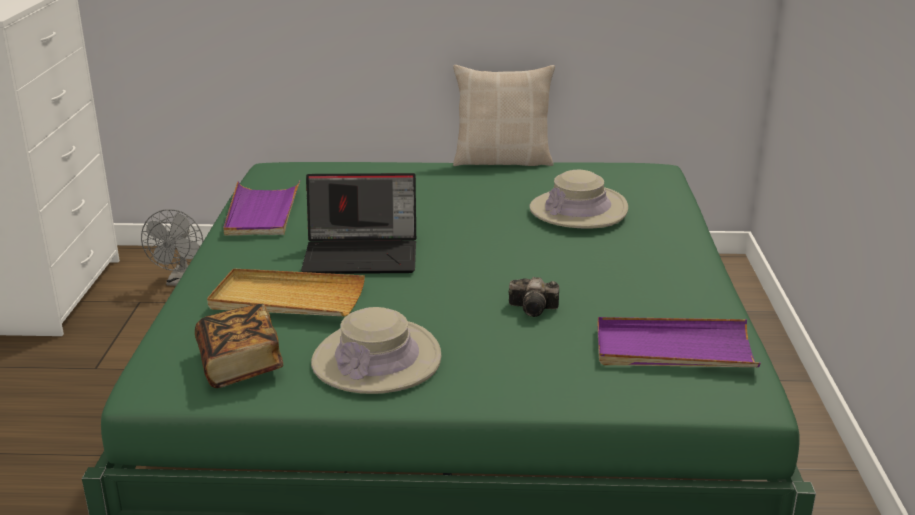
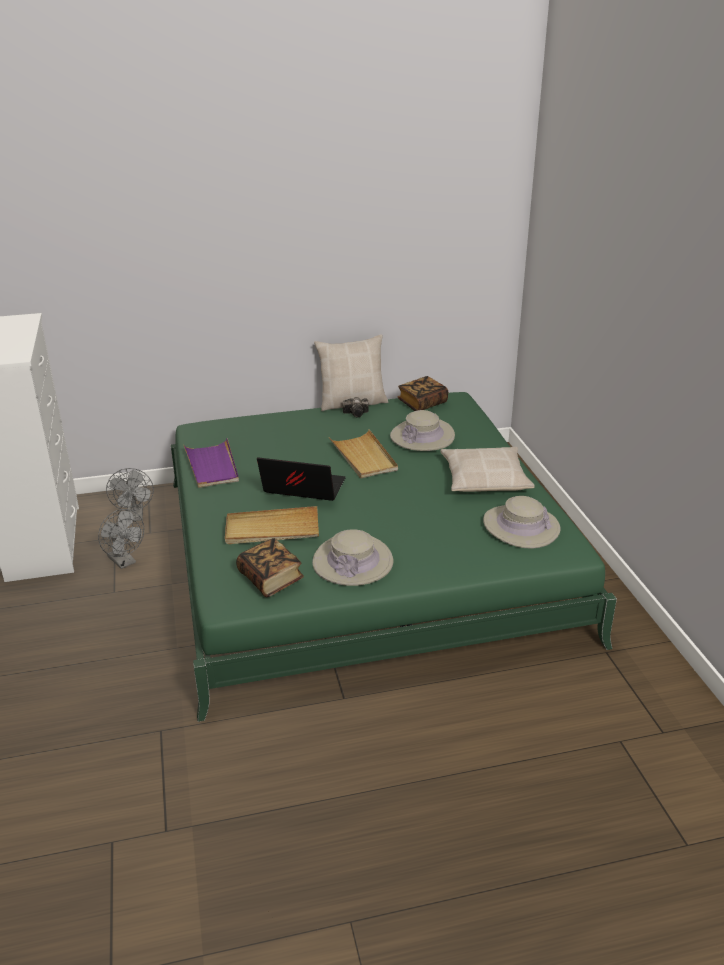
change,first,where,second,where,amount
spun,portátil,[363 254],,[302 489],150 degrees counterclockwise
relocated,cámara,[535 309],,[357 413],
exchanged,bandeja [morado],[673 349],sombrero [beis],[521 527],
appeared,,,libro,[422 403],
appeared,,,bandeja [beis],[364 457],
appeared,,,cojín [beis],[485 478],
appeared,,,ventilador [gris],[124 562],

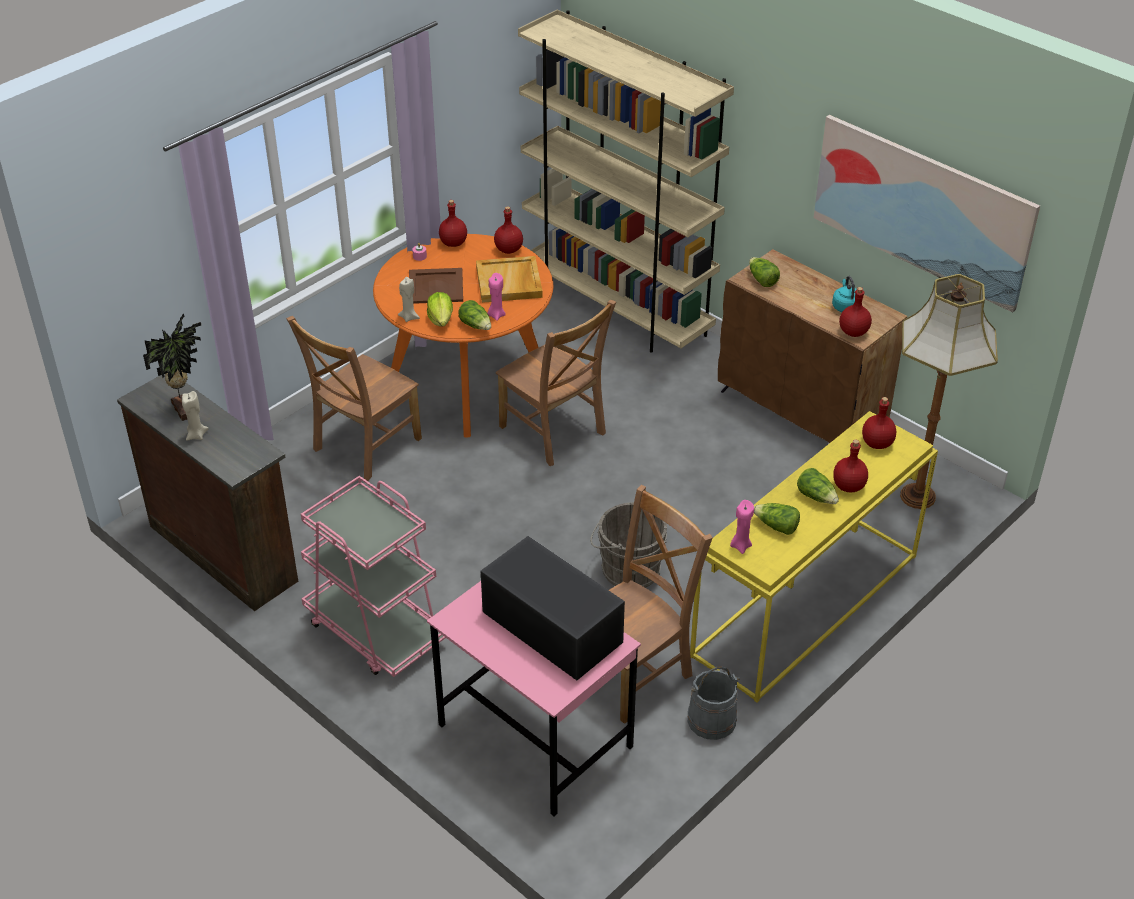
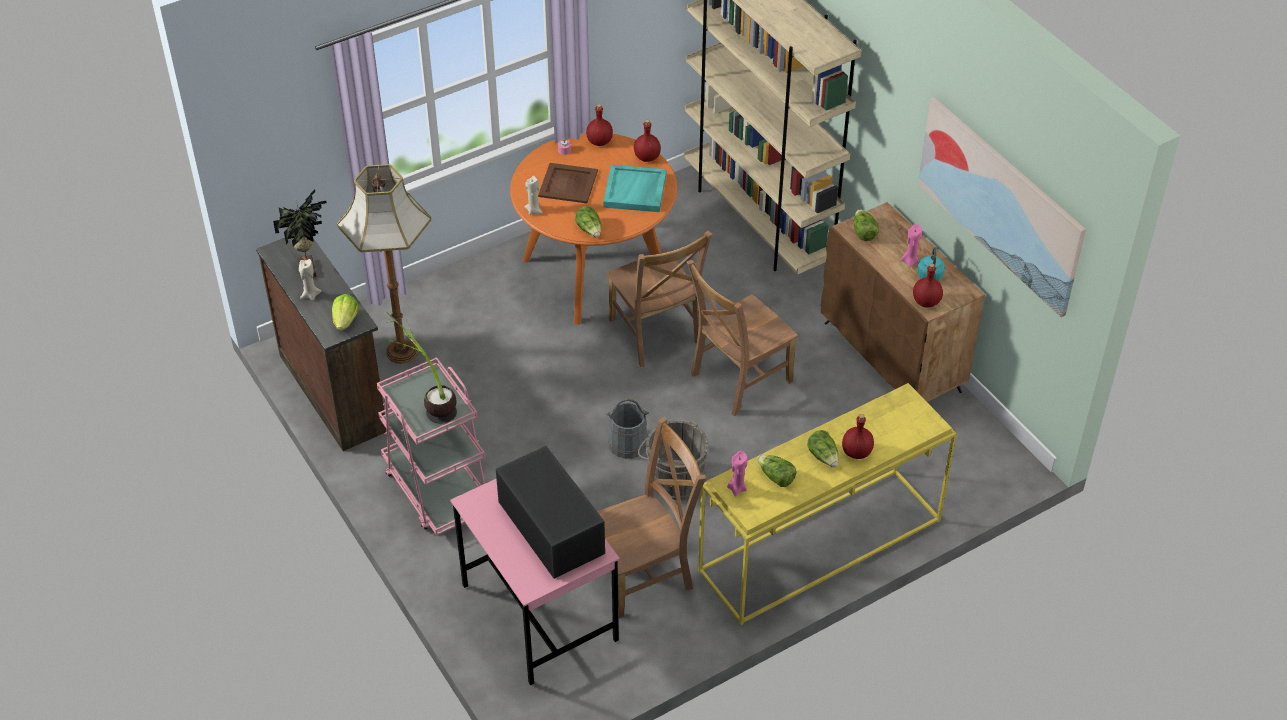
change,first,where,second,where,amount
colour,bandeja [beis],[509 282],bandeja [turquesa],[635 191],
relocated,vela [rosa],[496 315],,[910 261],
relocated,lámpara de pie,[918 495],,[403 351],
relocated,lechuga,[441 320],,[346 321],
relocated,silla [marrón],[364 446],,[738 379],
missing,botella [rojo],[877 443],,,
relocated,cubo [gris],[711 720],,[627 443],
appeared,,,planta en maceta,[427 403],

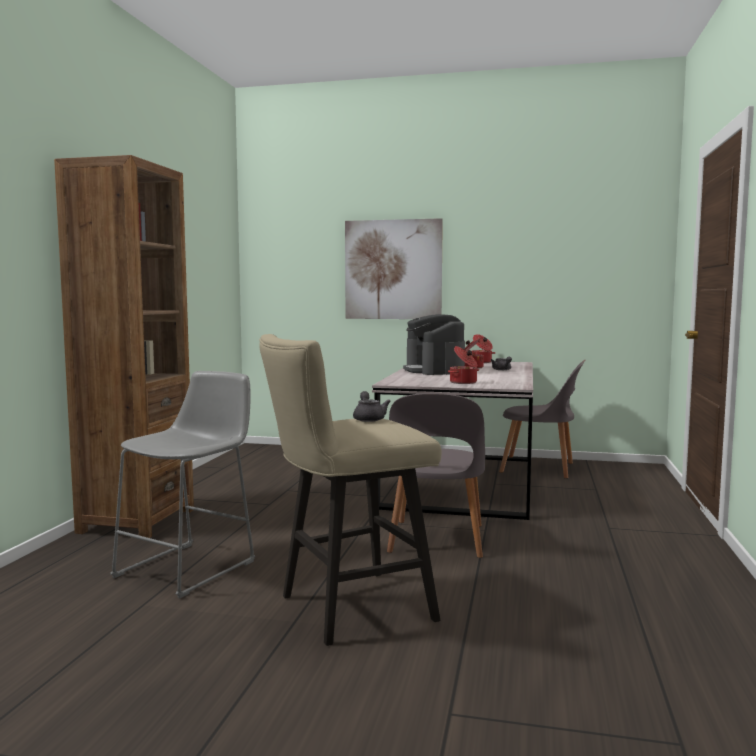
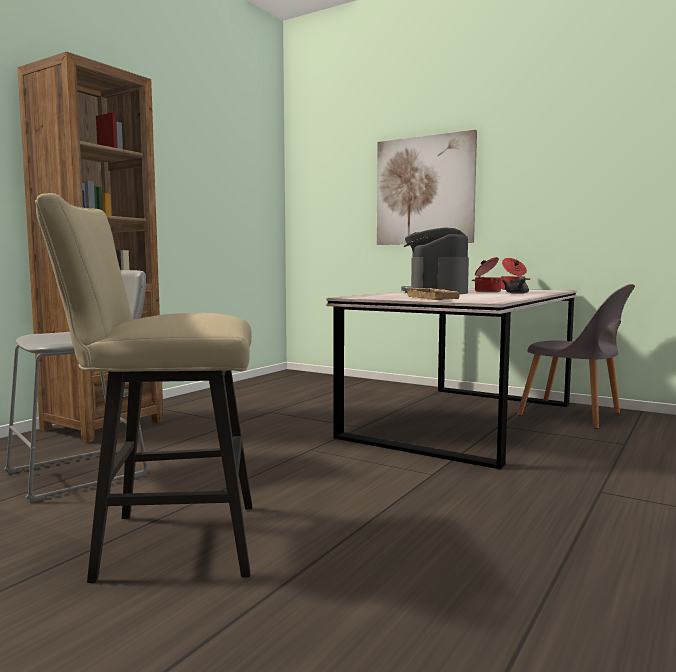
change,first,where,second,where,amount
exchanged,olla,[464 382],bandeja [beis],[435 298],
missing,tetera [gris],[369 419],,,
missing,silla [gris],[436 540],,,

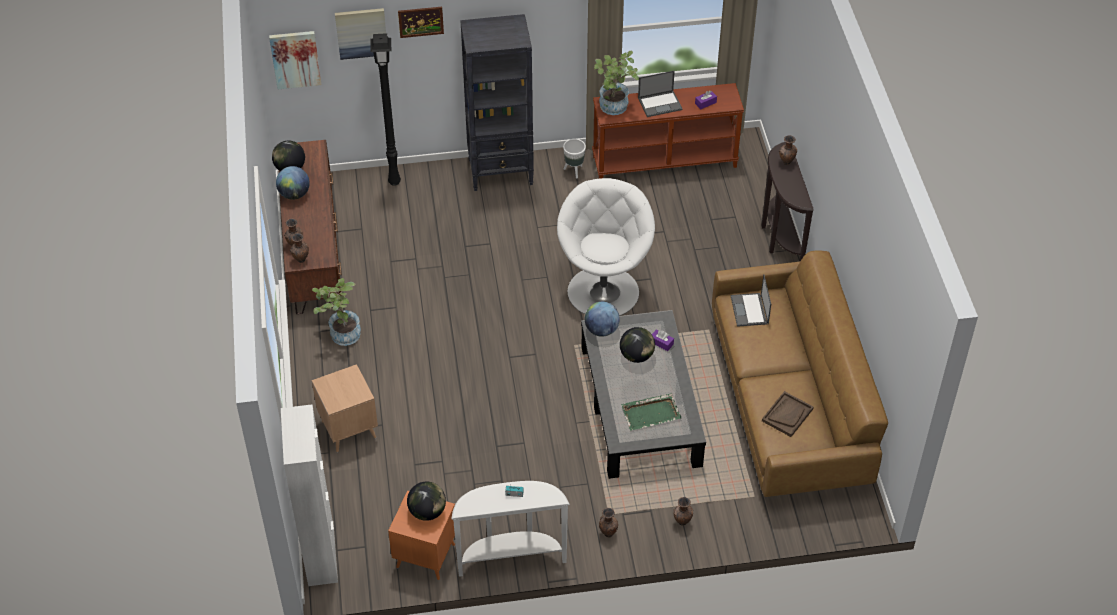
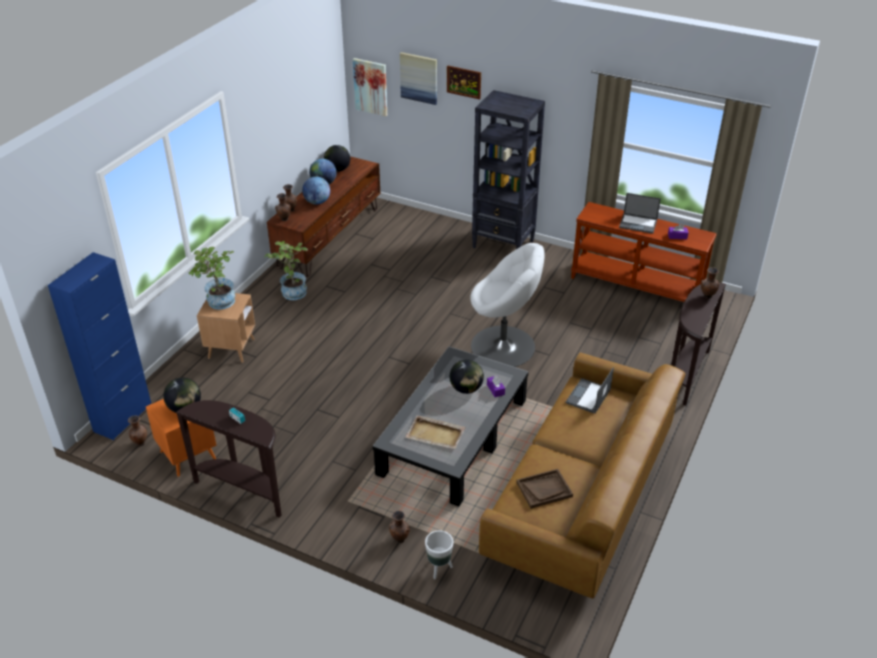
change,first,where,second,where,amount
missing,lámpara de pie [negro],[395 181],,,
relocated,planta en maceta,[614 109],,[218 303],
relocated,maceta [blanco],[574 171],,[439 569],
spun,sillón [blanco],[603 291],,[504 346],60 degrees clockwise
relocated,globo terráqueo,[601 330],,[317 202],
colour,bandeja [verde],[651 413],bandeja [beis],[436 434],
colour,armario [blanco],[321 556],armario [azul],[122 417],
colour,mesa consola [blanco],[510 557],mesa consola [marrón],[243 490],
relocated,florero [marrón],[607 533],,[140 443],

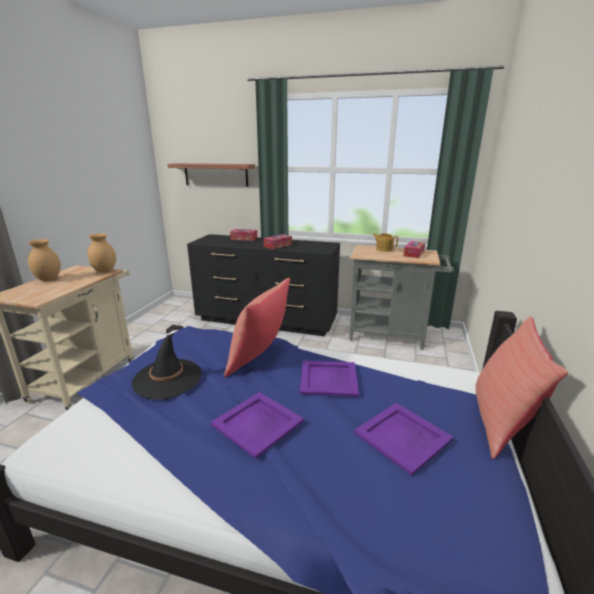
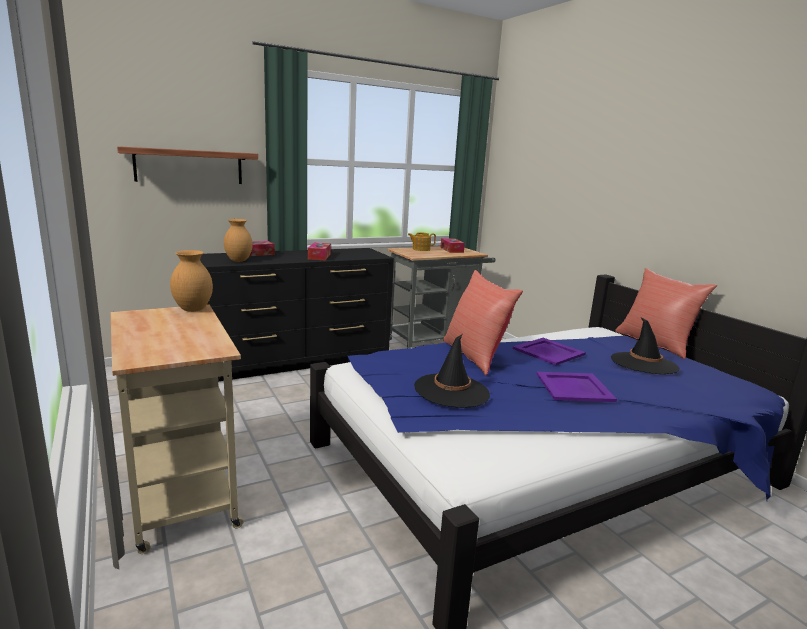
change,first,where,second,where,amount
relocated,florero [marrón],[49 279],,[239 261],
exchanged,bandeja [morado],[402 436],sombrero [negro],[643 363],

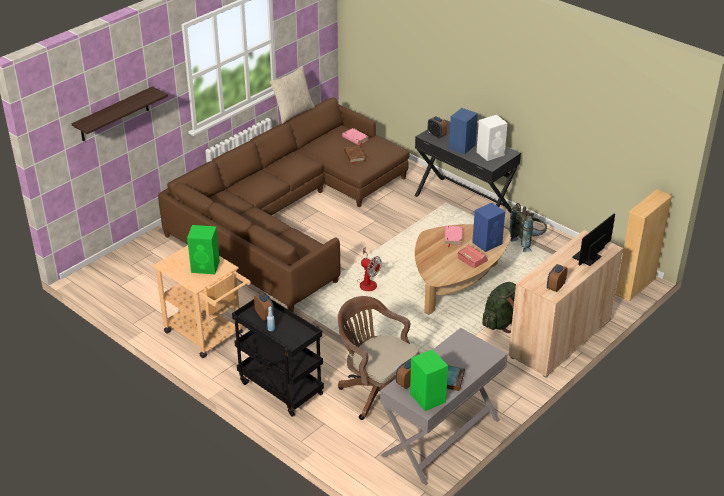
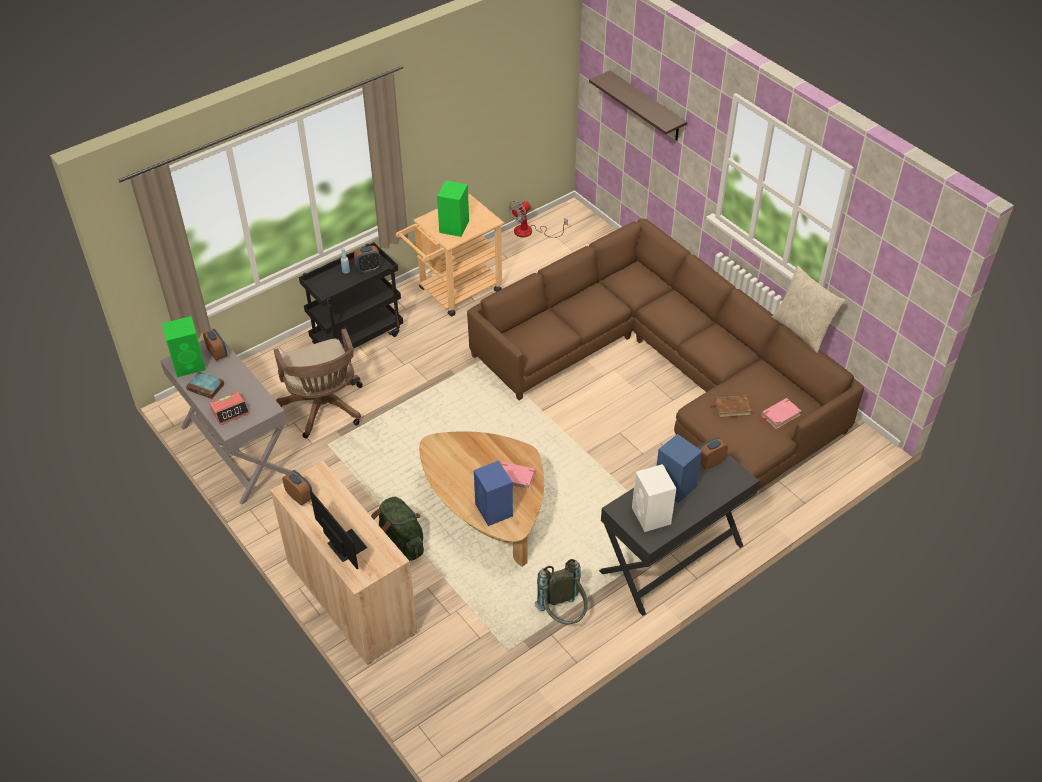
change,first,where,second,where,amount
missing,estantería [beis],[635 286],,,
relocated,despertador,[472 259],,[230 411],
relocated,ventilador,[367 282],,[530 232],
spun,silla de oficina [marrón],[376 391],,[324 409],105 degrees clockwise

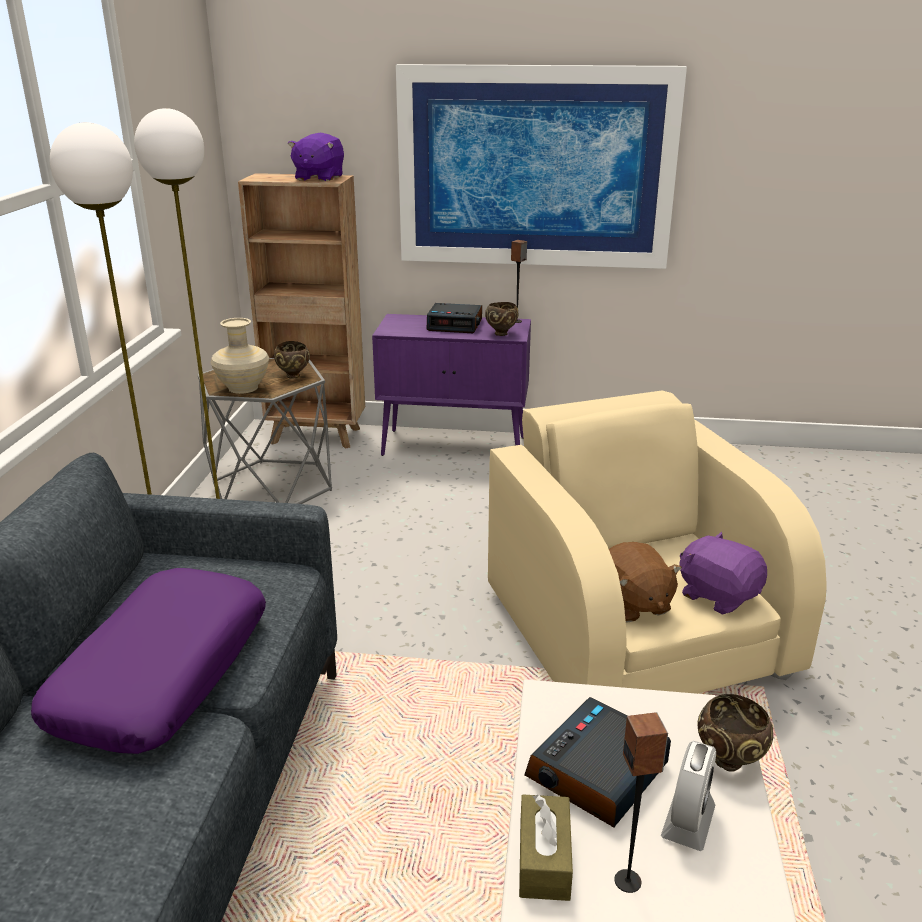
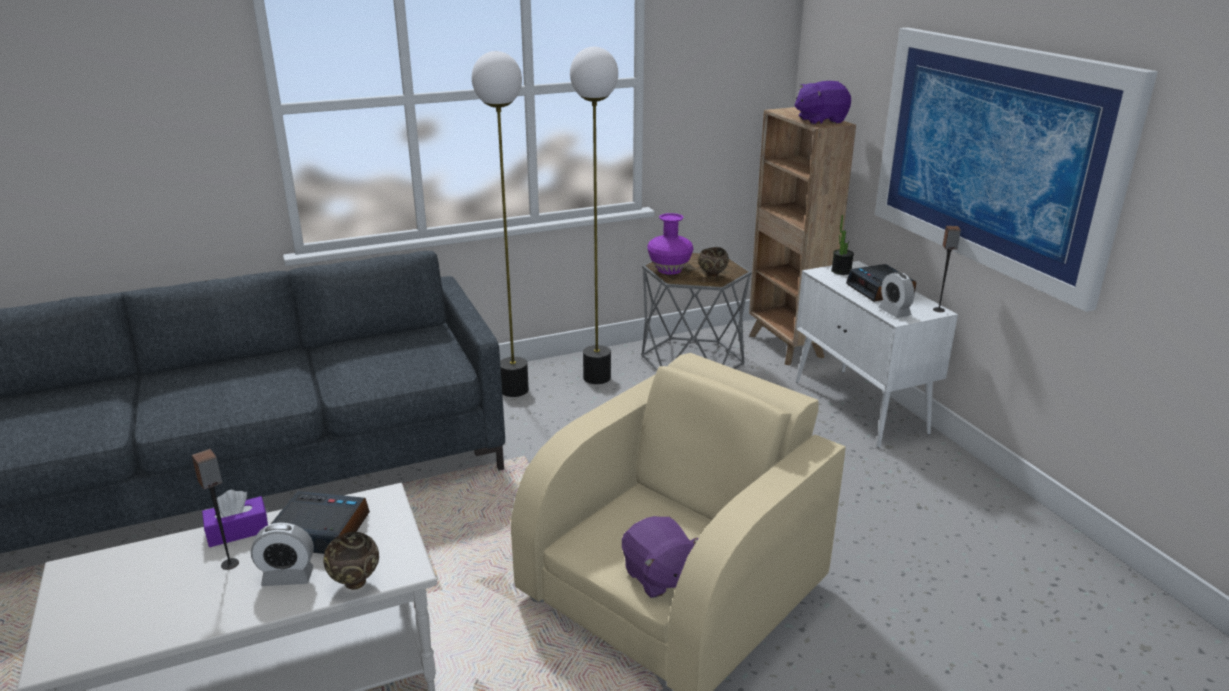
change,first,where,second,where,amount
exchanged,cuenco [marrón],[501 333],despertador,[894 312],
colour,armario [morado],[455 446],armario [blanco],[860 408],
colour,florero [beis],[242 388],florero [morado],[669 269],
spun,peluche [morado],[718 595],,[659 577],135 degrees clockwise
missing,peluche [marrón],[632 604],,,
missing,cojín [morado],[162 674],,,
colour,caja de pañuelos [marrón],[544 859],caja de pañuelos [morado],[238 531],
appeared,,,planta en maceta,[841 271],

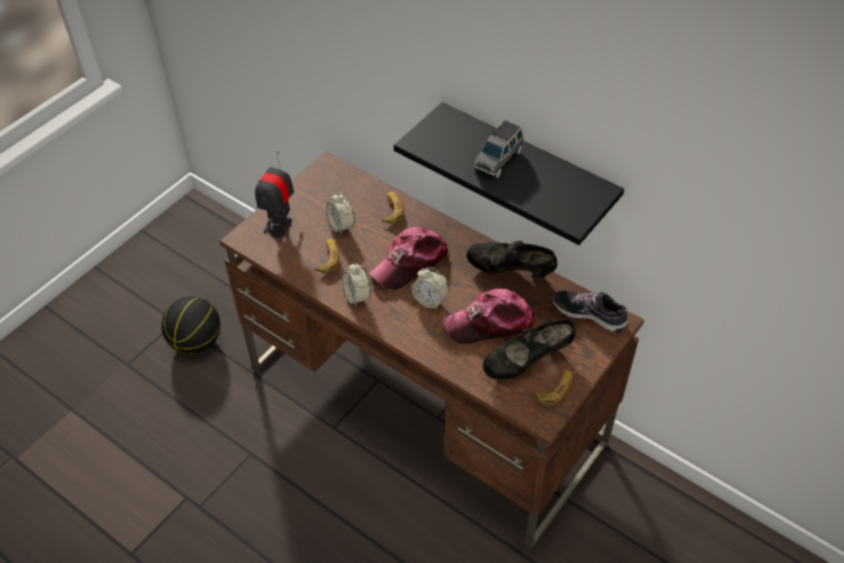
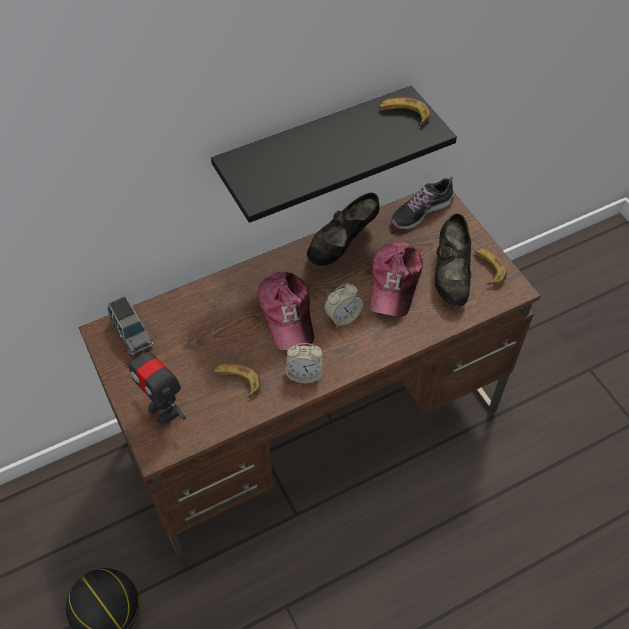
change,first,where,second,where,amount
relocated,coche de juguete [gris],[499 159],,[131 333],
missing,despertador,[341 226],,,
relocated,plátano,[391 210],,[404 114],

